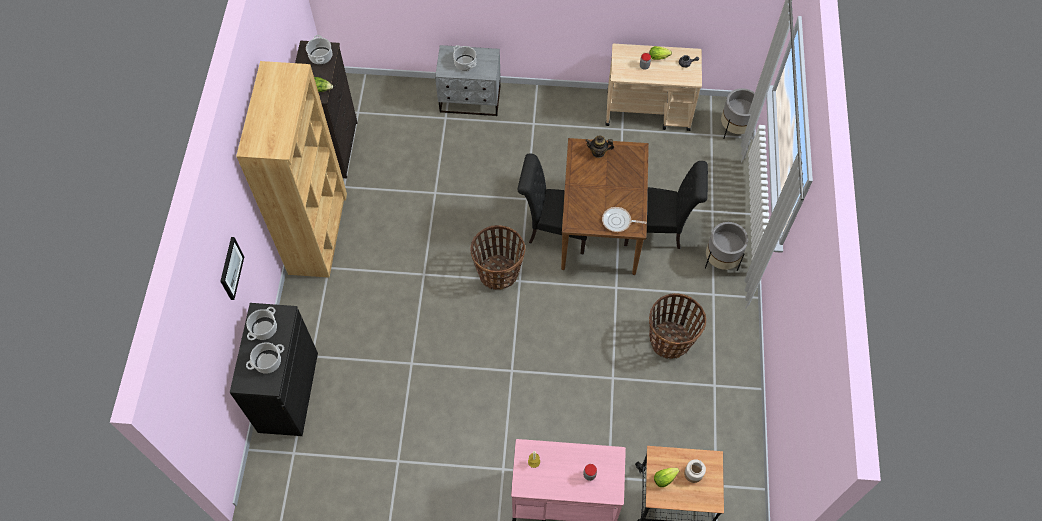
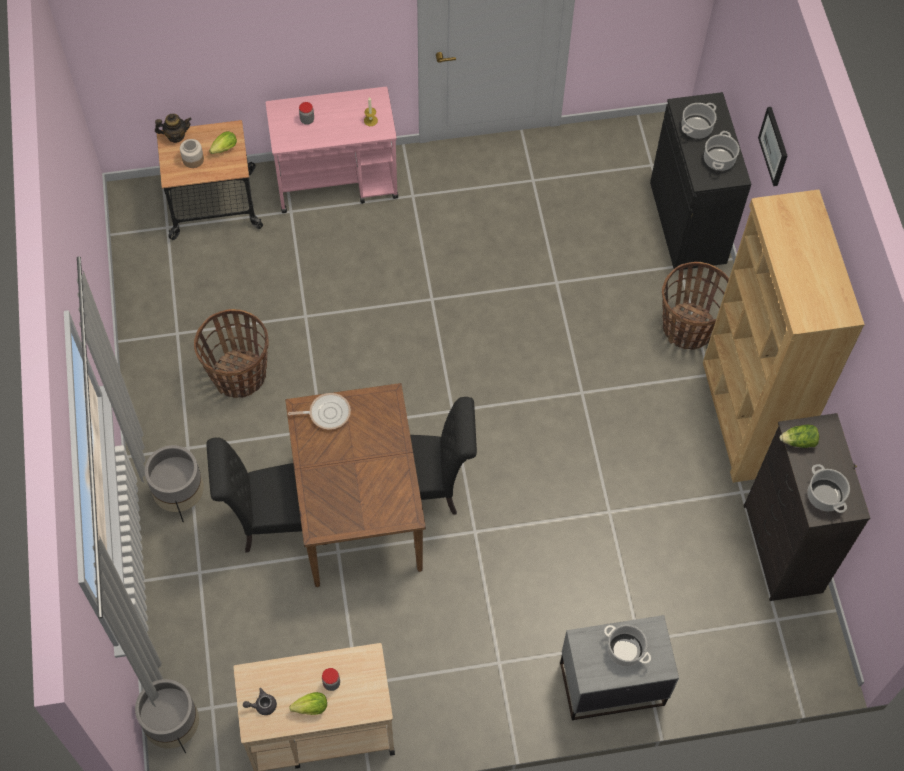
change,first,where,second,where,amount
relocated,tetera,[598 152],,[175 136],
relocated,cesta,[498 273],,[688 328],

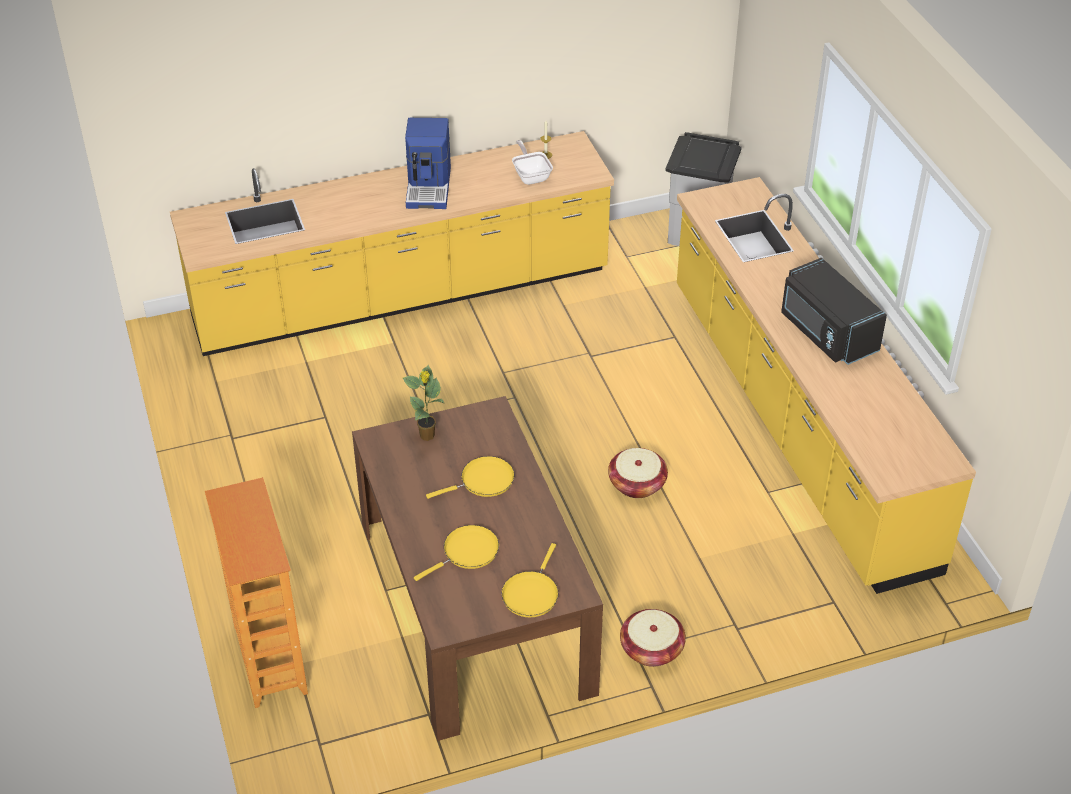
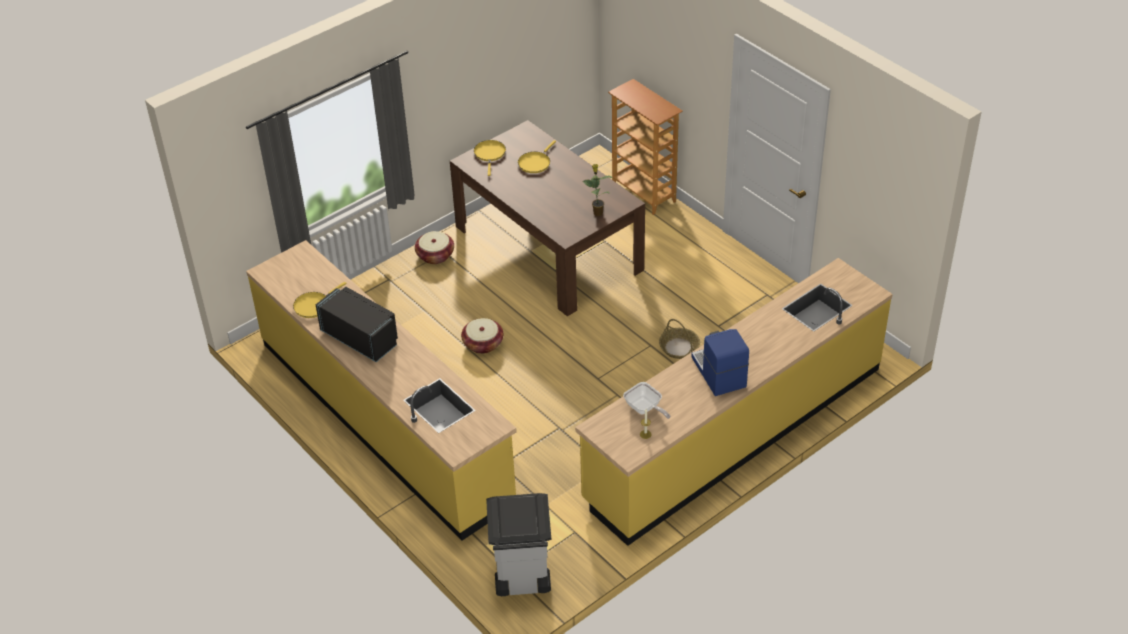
change,first,where,second,where,amount
relocated,sartén [amarillo],[483 481],,[314 305],
appeared,,,cesta,[679 348],

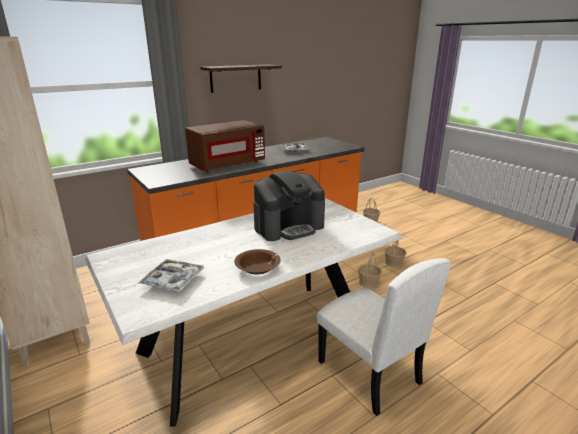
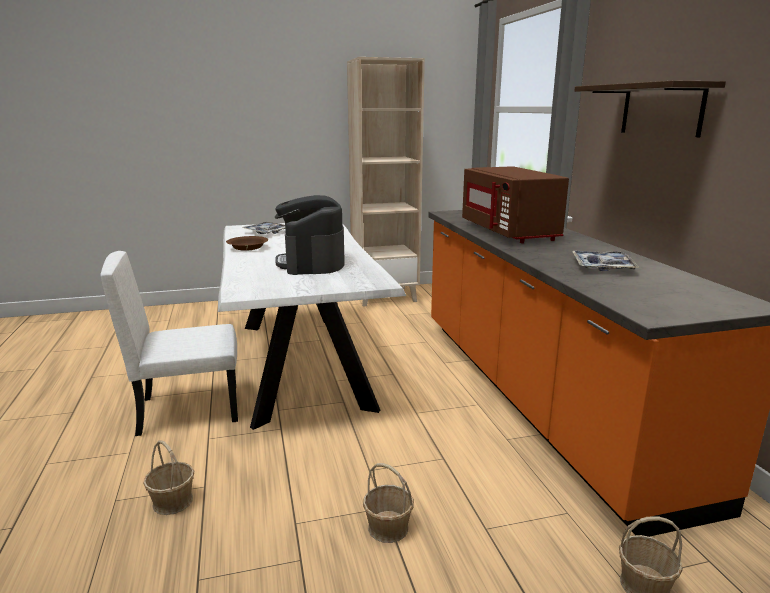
change,first,where,second,where,amount
relocated,cesta,[368 283],,[173 501],

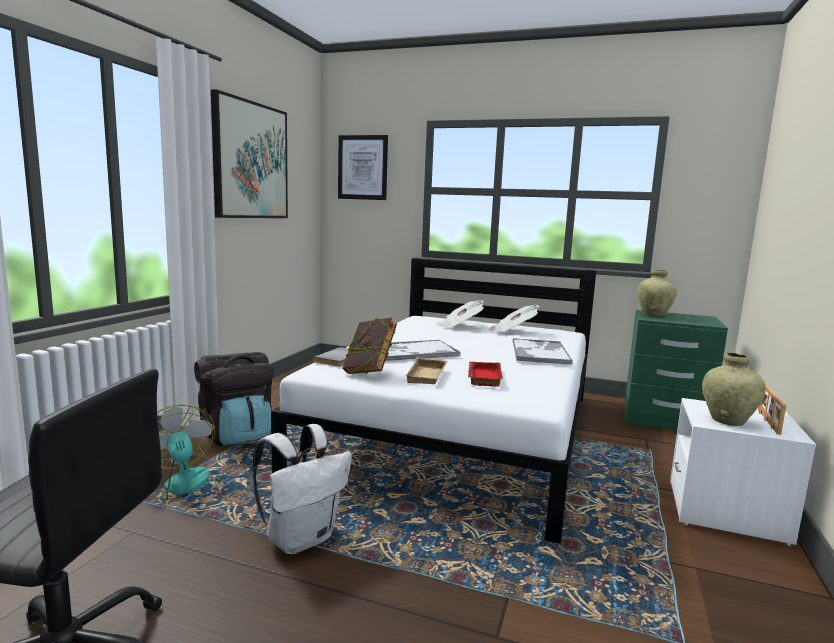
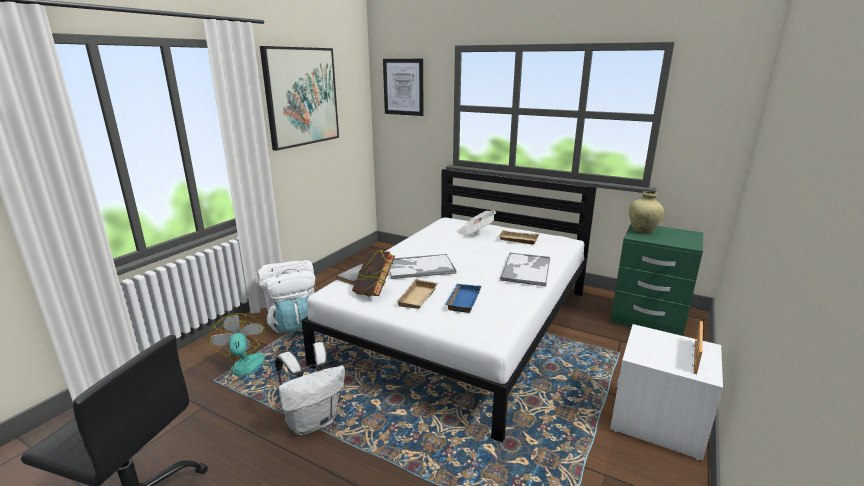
change,first,where,second,where,amount
exchanged,periódico,[512 331],bandeja [beis],[517 240],
colour,mochila [negro],[236 434],mochila [blanco],[293 322],
missing,florero [beis],[727 420],,,
colour,bandeja [rojo],[482 377],bandeja [azul],[462 300],

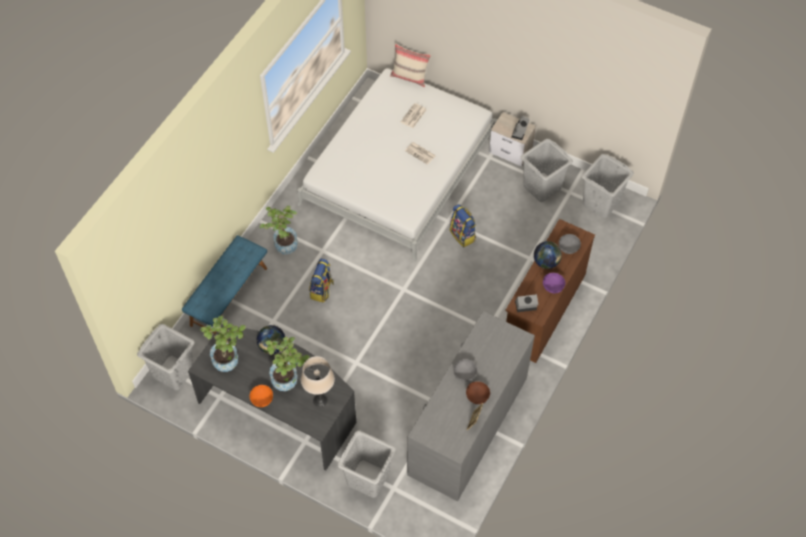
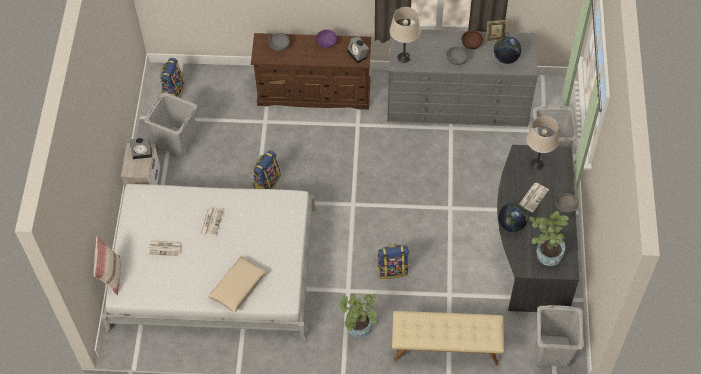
change,first,where,second,where,amount
exchanged,cesto de la ropa [gris],[601 202],mochila,[173 90],
colour,banco [azul],[228 296],banco [beis],[446 347],
relocated,globo terráqueo,[546 262],,[506 58],
exchanged,planta en maceta,[288 378],periódico,[533 197],
colour,cuenco [naranja],[262 399],cuenco [gris],[566 207],
appeared,,,lámpara de mesa [beis],[404 57],
appeared,,,cojín [beis],[238 287],

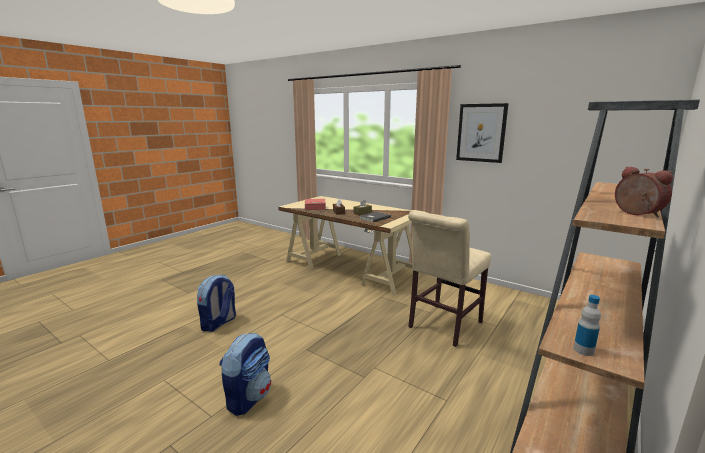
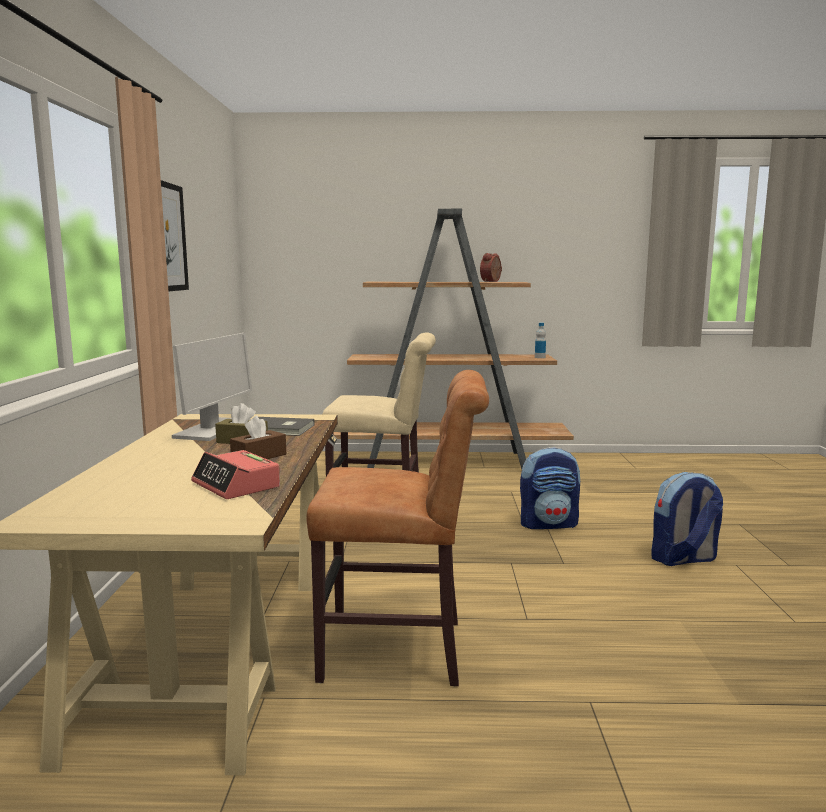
change,first,where,second,where,amount
relocated,mochila,[218 323],,[549 524],
appeared,,,monitor,[213 430],
appeared,,,silla [marrón],[401 651],

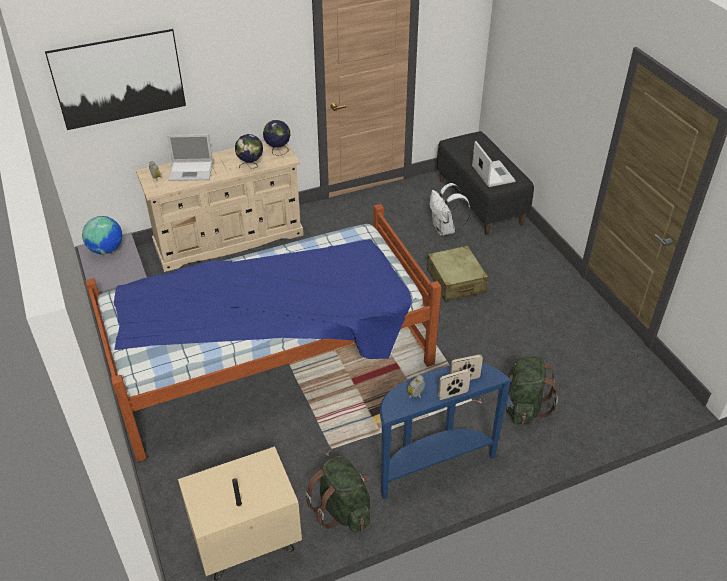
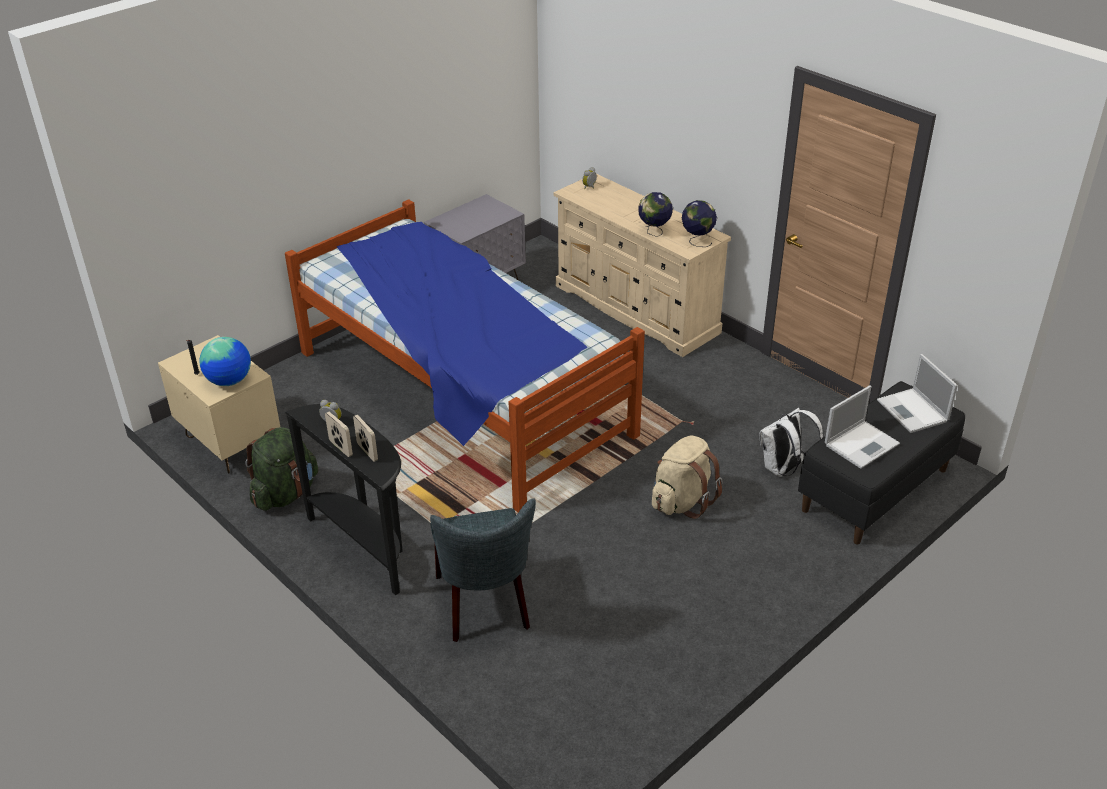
change,first,where,second,where,amount
missing,cuadro,[119 79],,,
relocated,portátil,[192 171],,[913 411],
relocated,globo terráqueo,[106 249],,[229 381],
exchanged,maleta [beis],[455 281],mochila [beis],[682 501],
exchanged,mochila [verde],[523 407],silla [gris],[485 606],
colour,mesa consola [azul],[432 464],mesa consola [negro],[365 545],

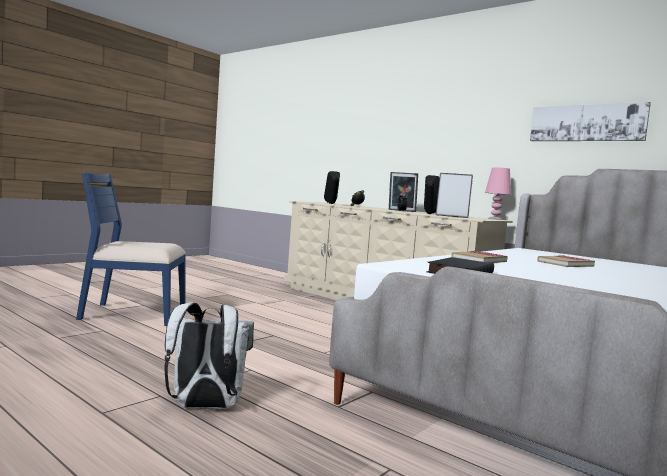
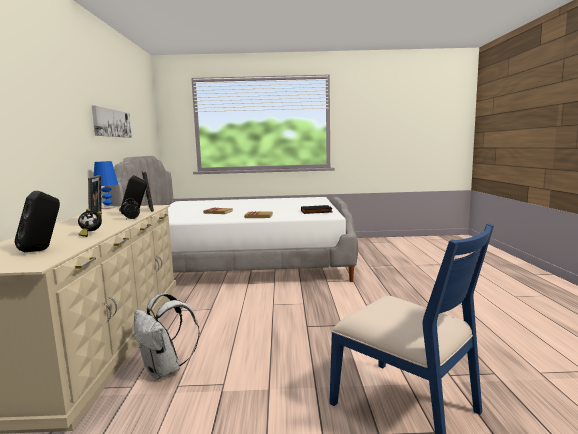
change,first,where,second,where,amount
colour,lámpara de mesa [rosa],[495 219],lámpara de mesa [azul],[108 208],
relocated,mochila [blanco],[204 407],,[165 370],

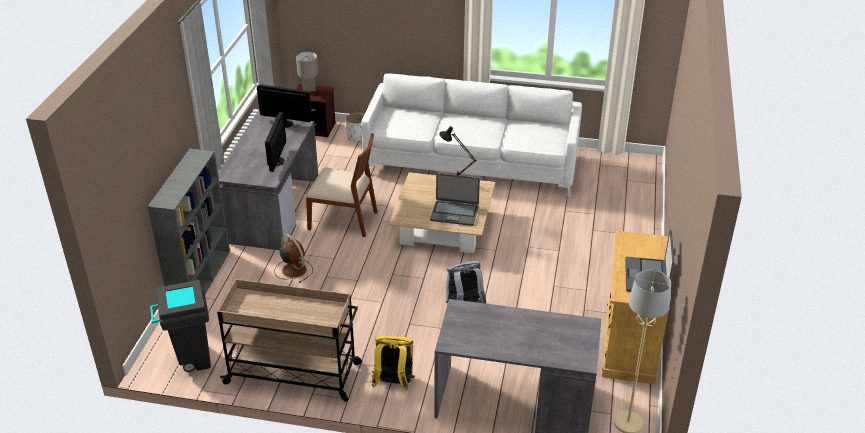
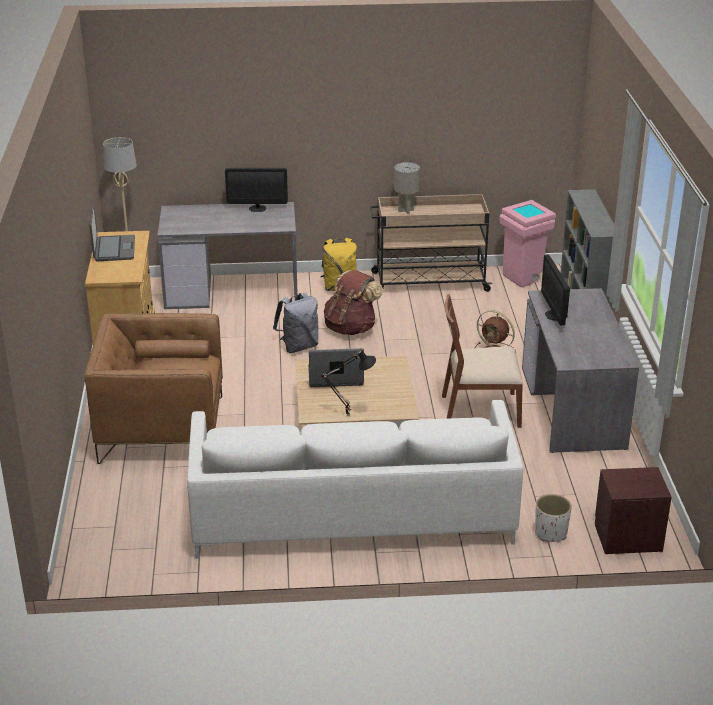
change,first,where,second,where,amount
relocated,lámpara de mesa [gris],[309 90],,[406 210],
relocated,monitor,[285 124],,[257 208],
colour,papelera [gris],[190 360],papelera [rosa],[524 277],
appeared,,,mochila [marrón],[351 328],
appeared,,,sillón [marrón],[161 430],

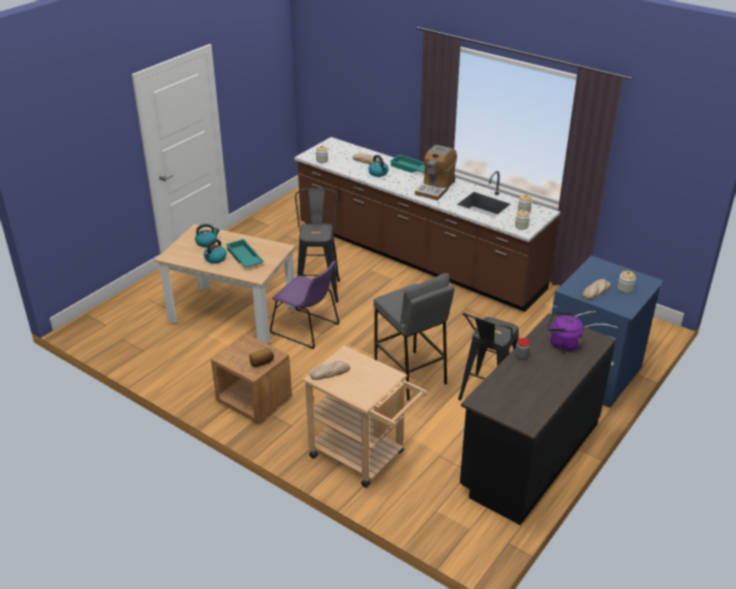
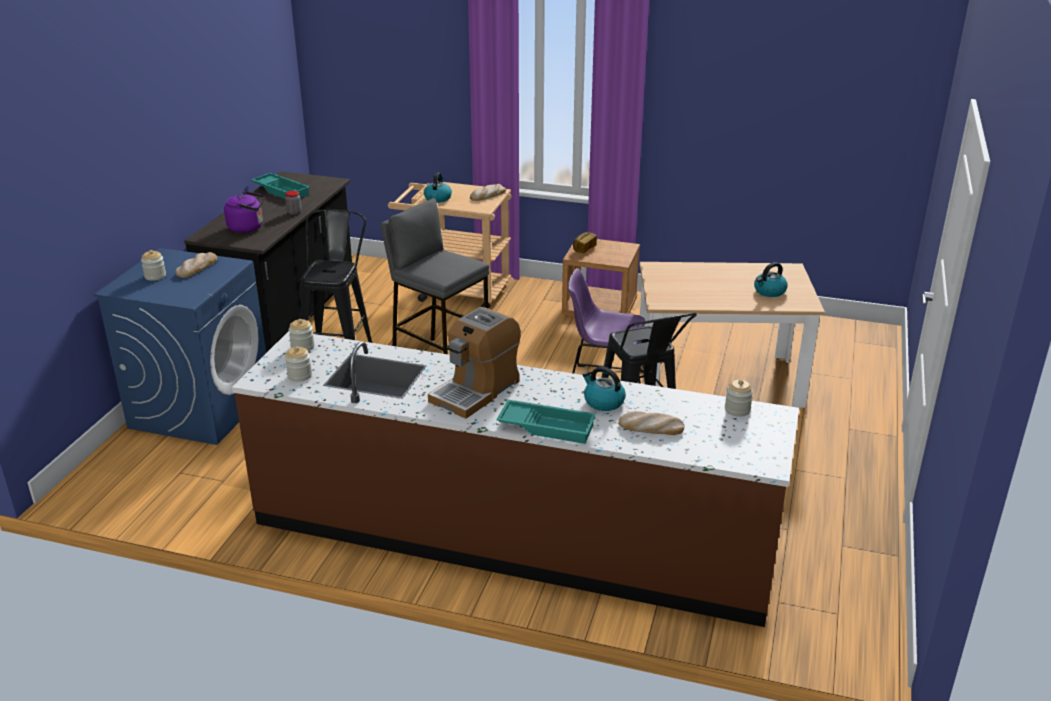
change,first,where,second,where,amount
spun,cafetera,[435 188],,[476 391],150 degrees counterclockwise
relocated,hervidor,[215 259],,[438 198],
relocated,bandeja [turquesa],[244 258],,[282 190],

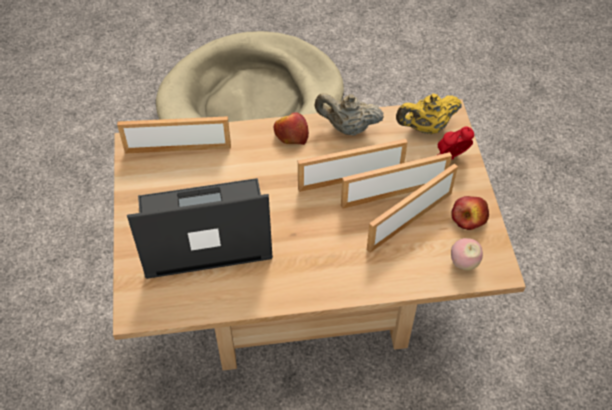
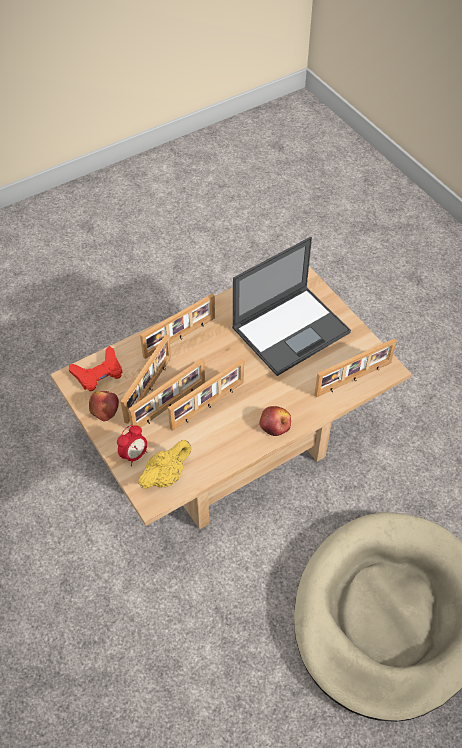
change,first,where,second,where,amount
missing,tetera [beis],[347 128],,,
exchanged,manzana,[463 263],mando de consola [rojo],[98 373],
appeared,,,portarretratos,[180 337],

